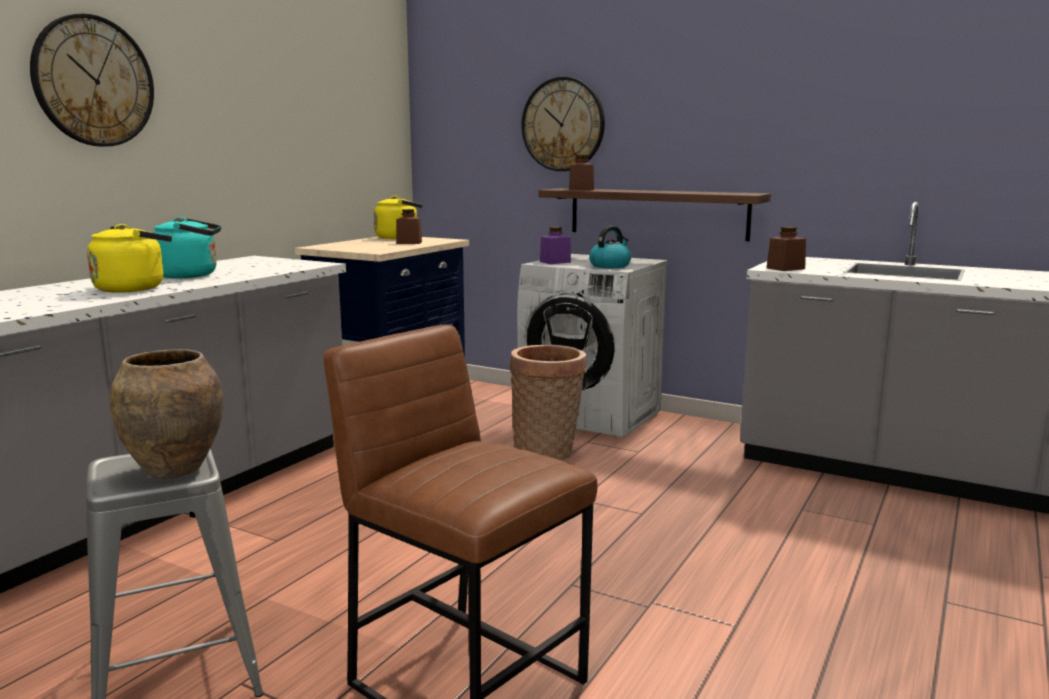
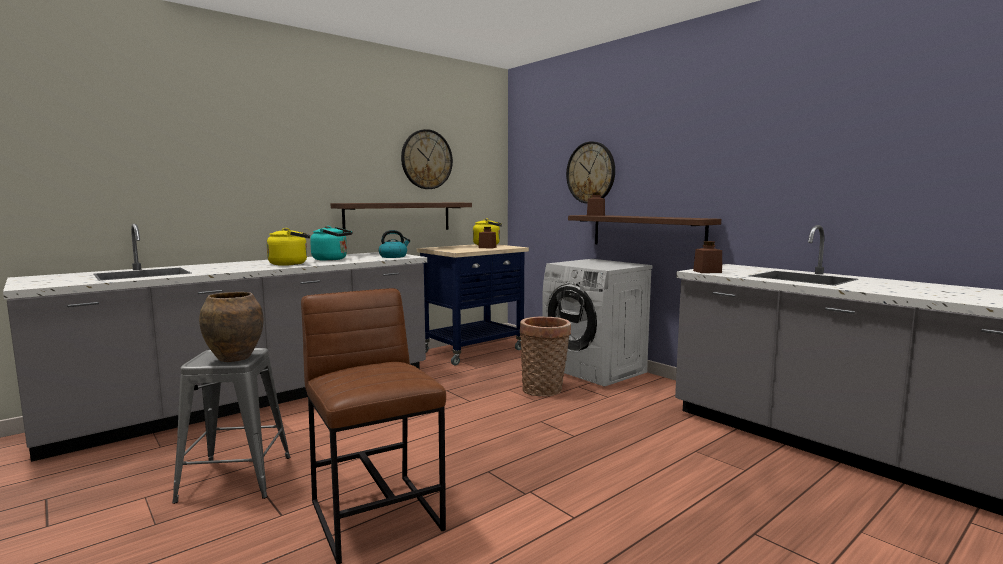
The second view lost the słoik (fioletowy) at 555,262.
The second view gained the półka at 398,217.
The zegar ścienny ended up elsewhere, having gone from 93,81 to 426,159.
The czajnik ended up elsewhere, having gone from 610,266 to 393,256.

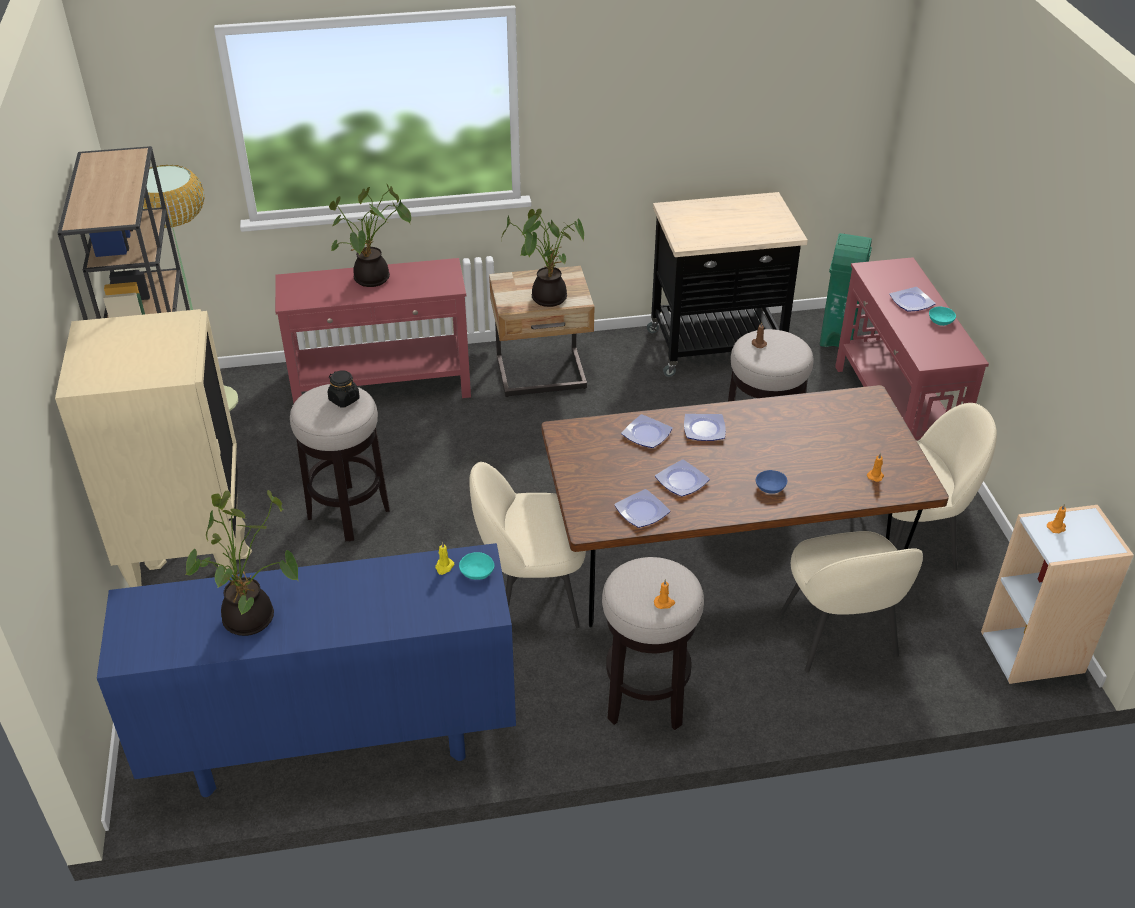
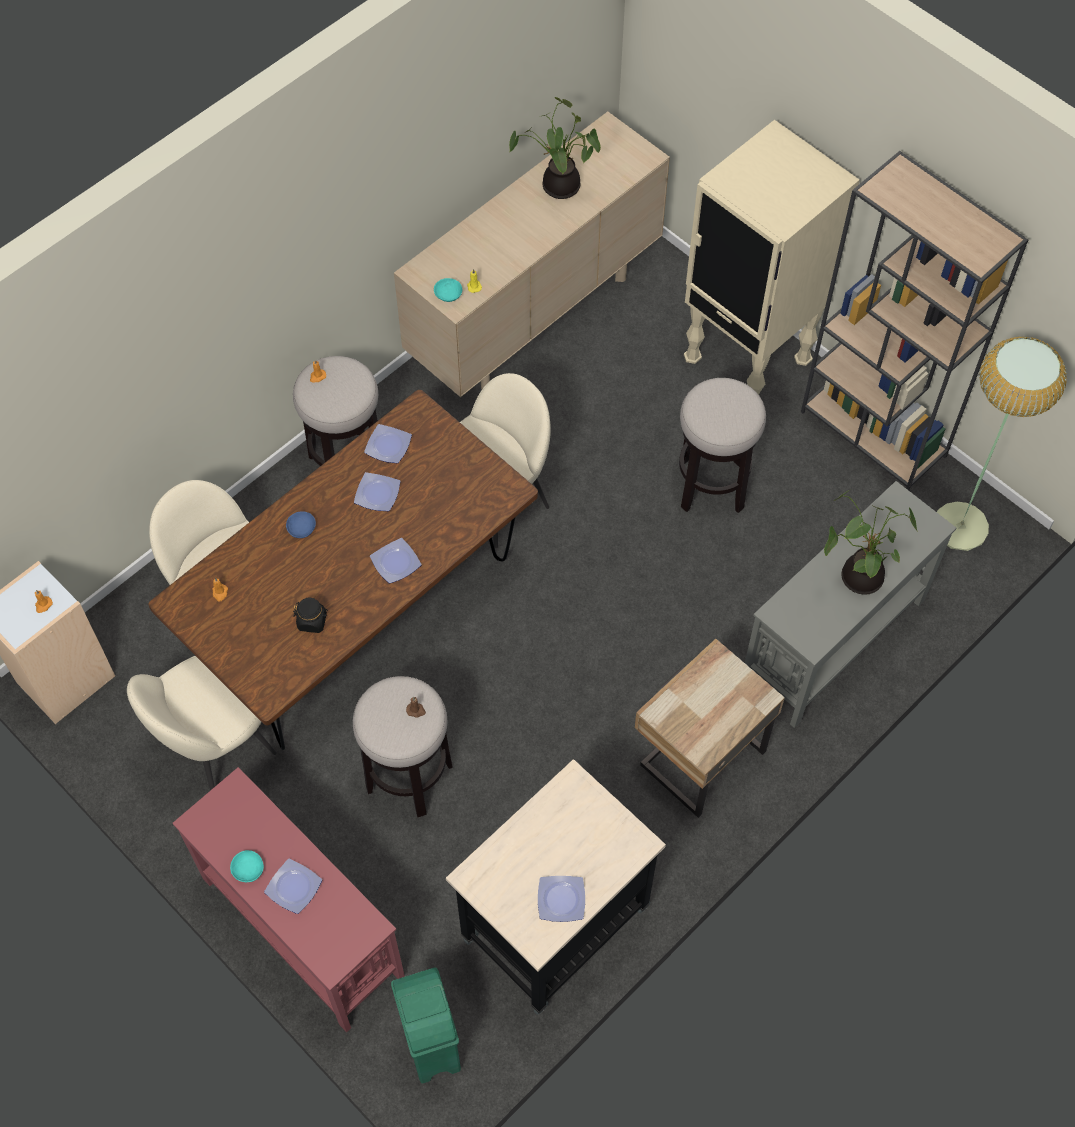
The second view lost the roślina doniczkowa at 547,297.
The słoik (czarny) ended up elsewhere, having gone from 344,399 to 312,621.
The talerz ended up elsewhere, having gone from 647,434 to 560,900.
What was the komoda (niebieski) at 333,742 turned into the komoda (beżowy) at 534,316.
What was the stolik konsolowy (czerwony) at 383,388 turned into the stolik konsolowy (szary) at 832,640.

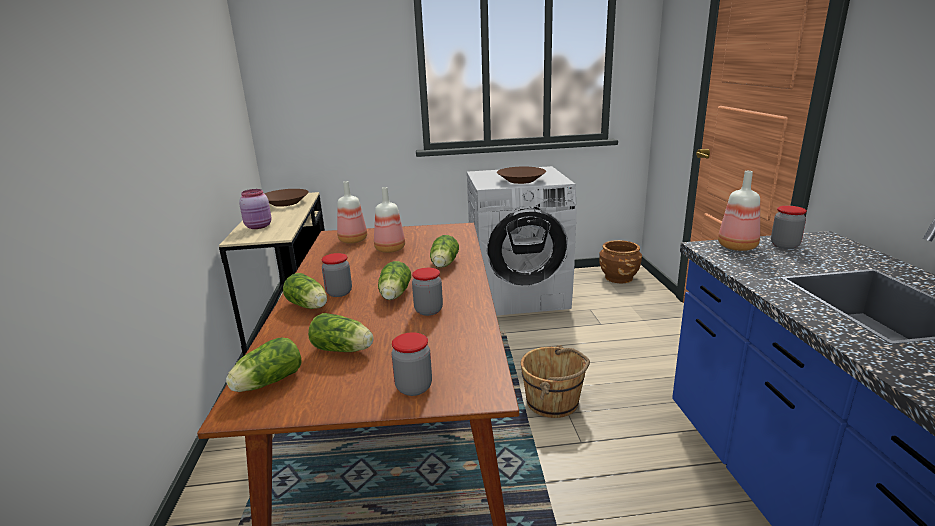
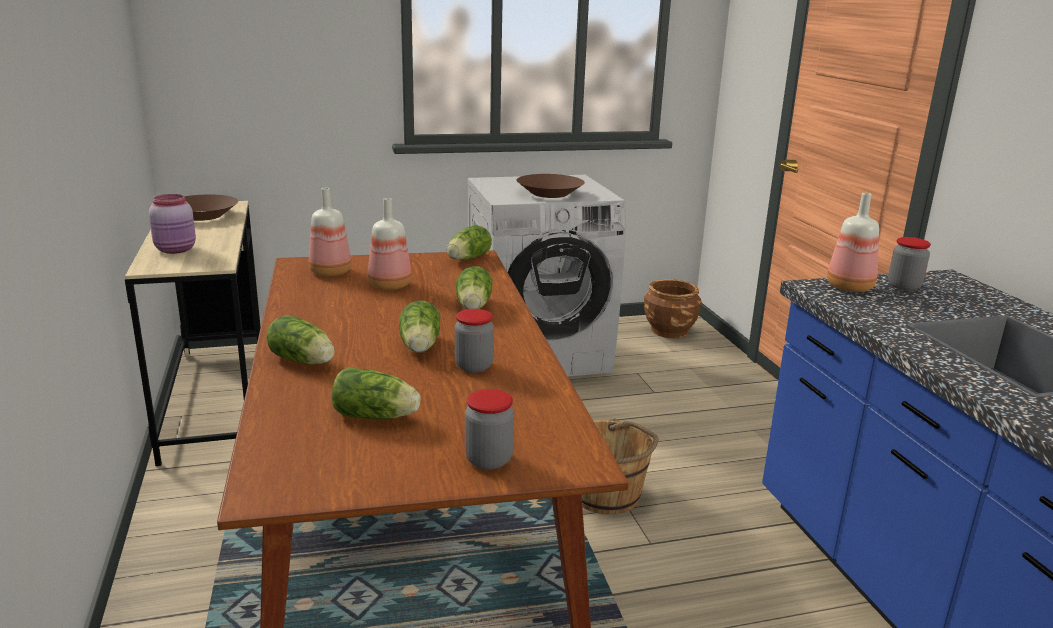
The second view lost the słoik at 339,292.
The sałata ended up elsewhere, having gone from 266,383 to 467,259.

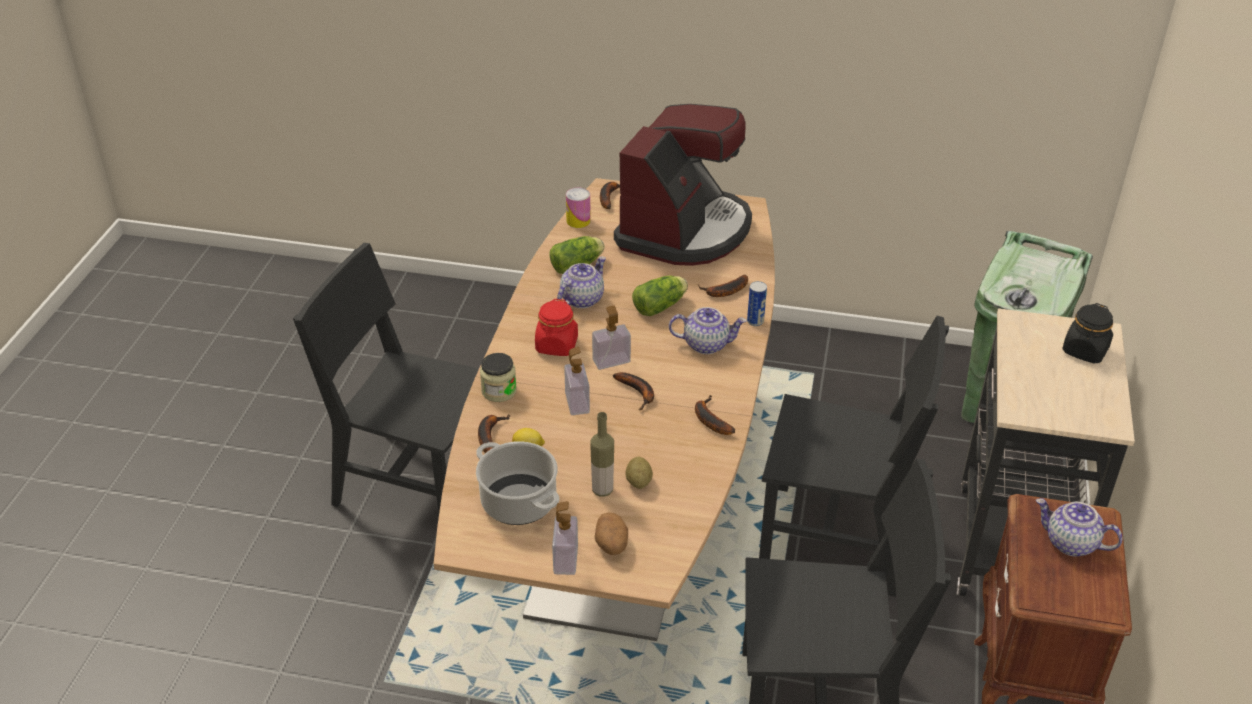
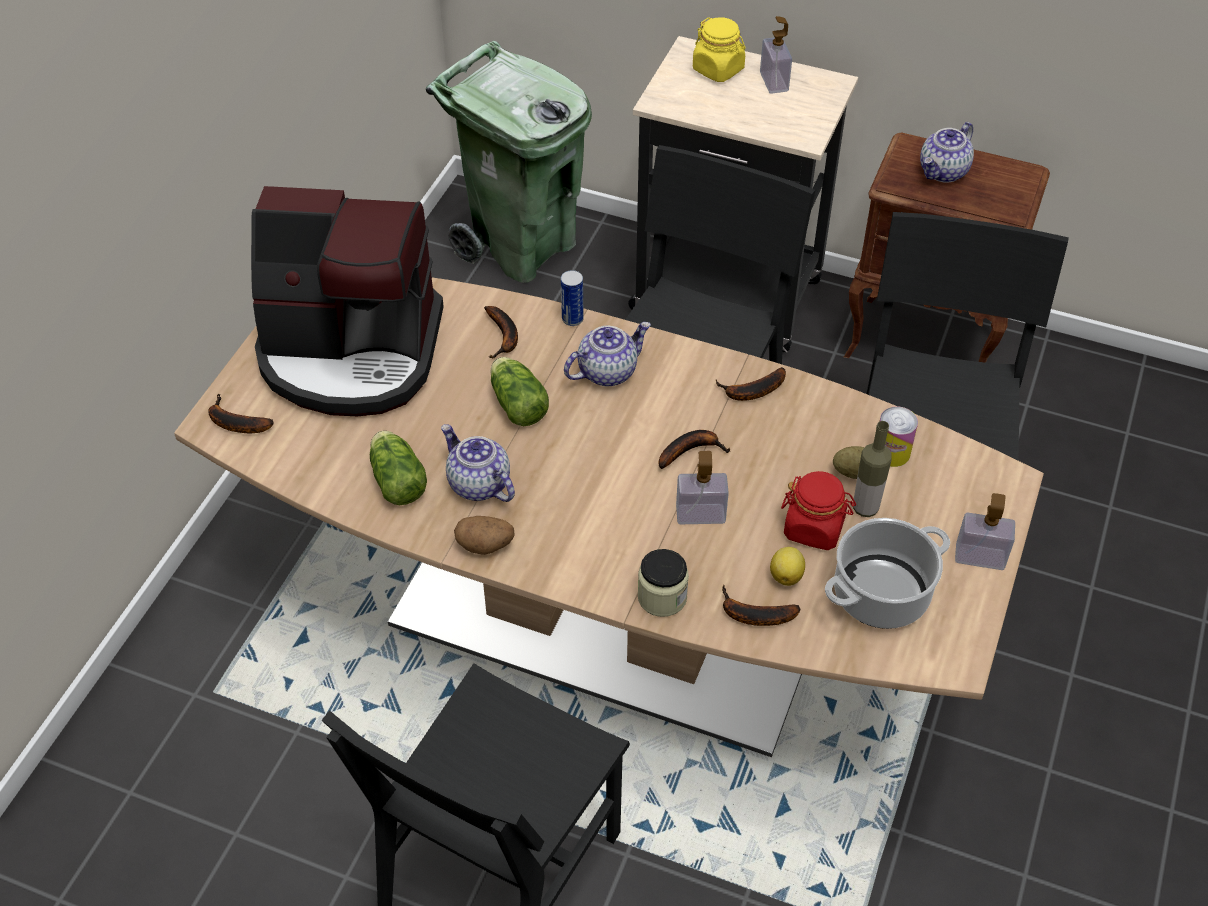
The słoik (czerwony) ended up elsewhere, having gone from 556,345 to 814,528.
The puszka ended up elsewhere, having gone from 578,221 to 891,452.
The dozownik mydła ended up elsewhere, having gone from 611,361 to 774,82.
The ziemniak ended up elsewhere, having gone from 611,545 to 485,545.
What was the słoik (czarny) at 1085,351 turned into the słoik (żółty) at 718,69.
The ekspres do kawy at 685,230 ended up facing another way, 150 degrees clockwise from before.
The imbryk at 706,344 ended up facing another way, 45 degrees clockwise from before.

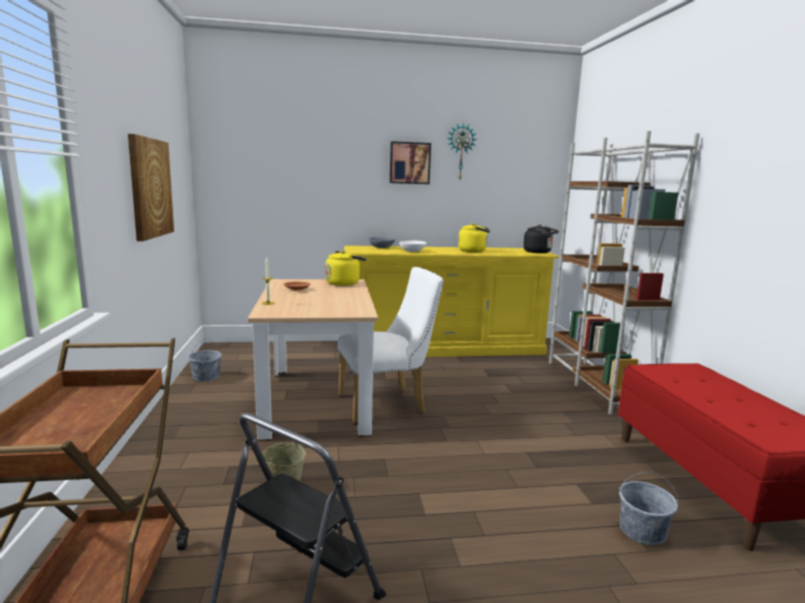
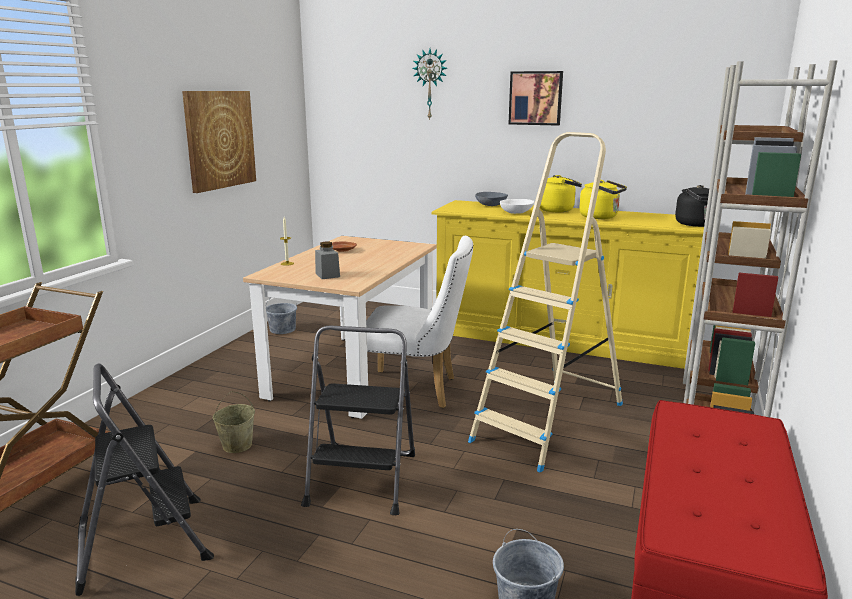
The second view gained the drabinka (czarny) at 364,476.
The second view gained the słoik (szary) at 327,275.
The second view gained the drabinka (beżowy) at 549,422.
The czajnik (żółty) ended up elsewhere, having gone from 344,283 to 558,210.
The zegar ścienny ended up elsewhere, having gone from 460,152 to 430,84.

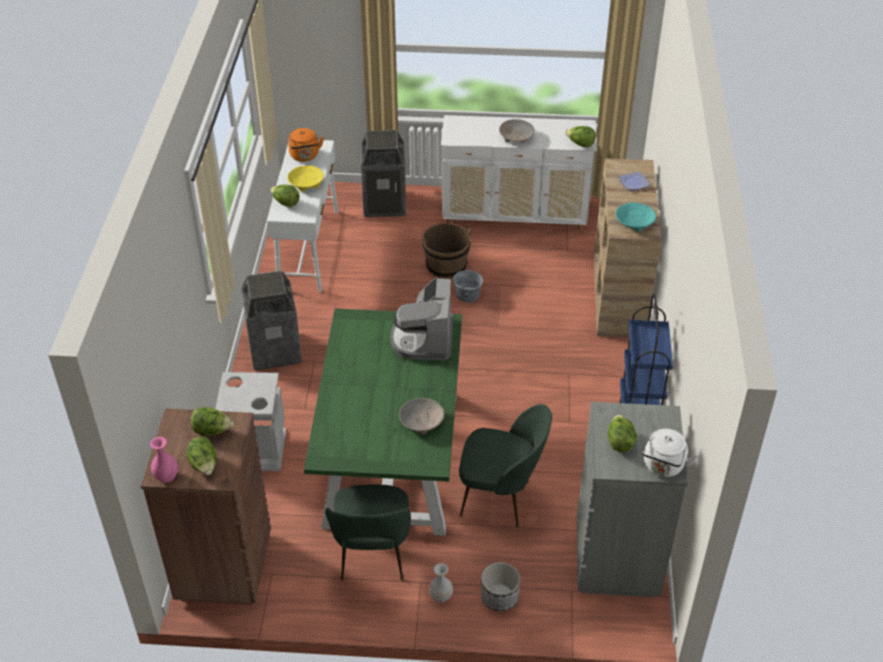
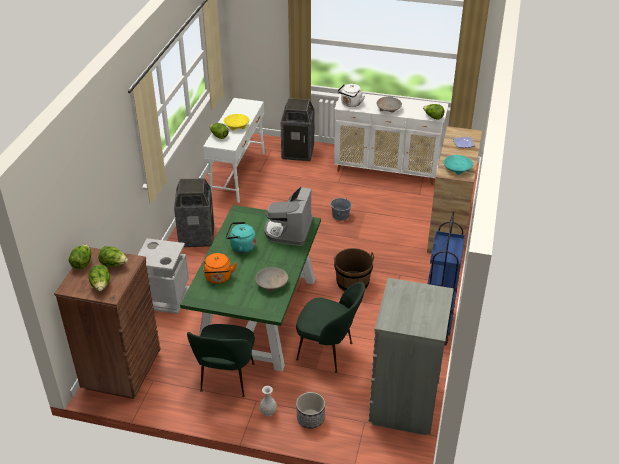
The second view lost the wazon (różowy) at 167,476.
The second view gained the czajnik (turkusowy) at 241,247.
The czajnik (pomarańczowy) ended up elsewhere, having gone from 305,156 to 218,278.
The wiadro (brązowy) ended up elsewhere, having gone from 446,266 to 352,282.
The sałata ended up elsewhere, having gone from 619,442 to 82,263.
The czajnik (biały) ended up elsewhere, having gone from 663,467 to 350,104.

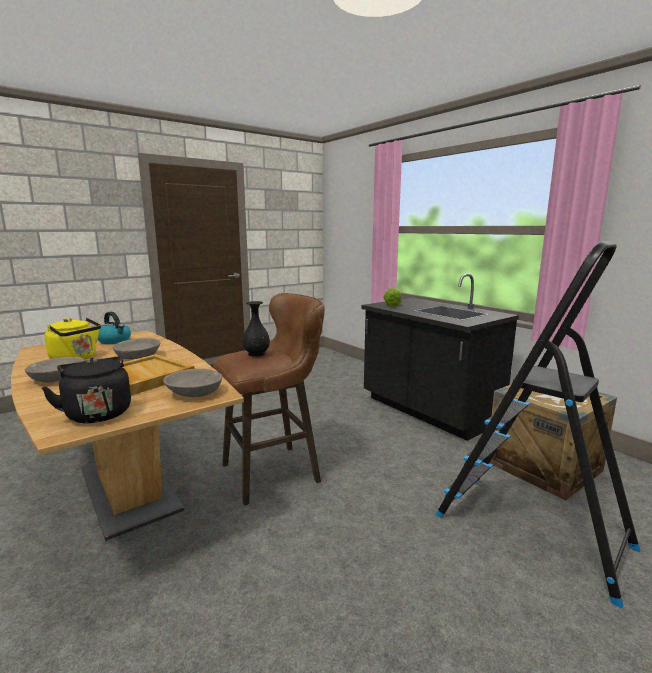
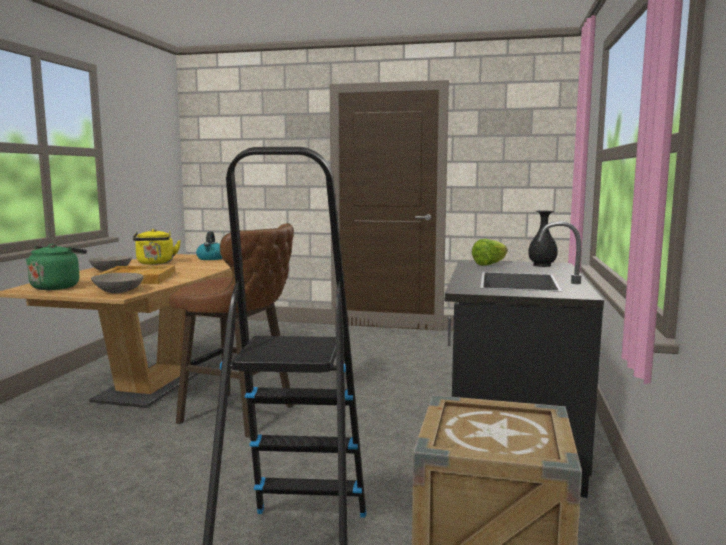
The second view lost the miska (szary) at 138,356.
The wazon (czarny) ended up elsewhere, having gone from 257,354 to 542,265.
What was the czajnik (czarny) at 97,413 turned into the czajnik (zielony) at 57,287.

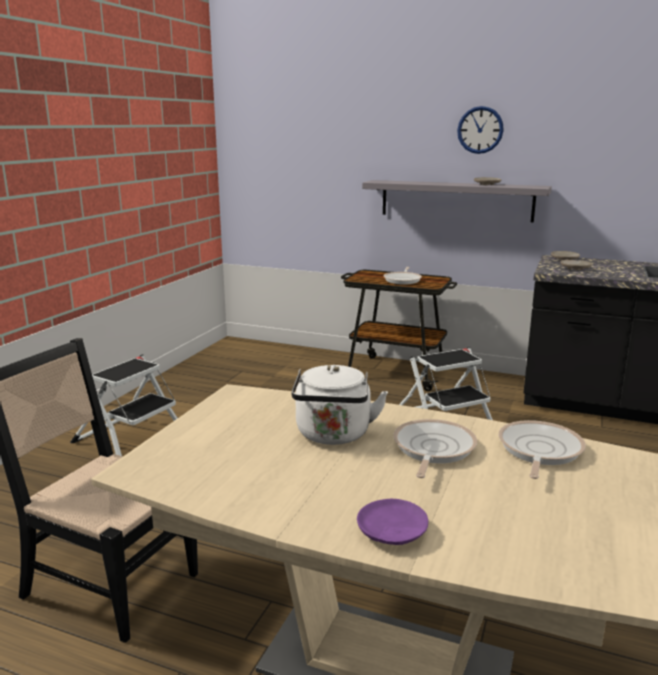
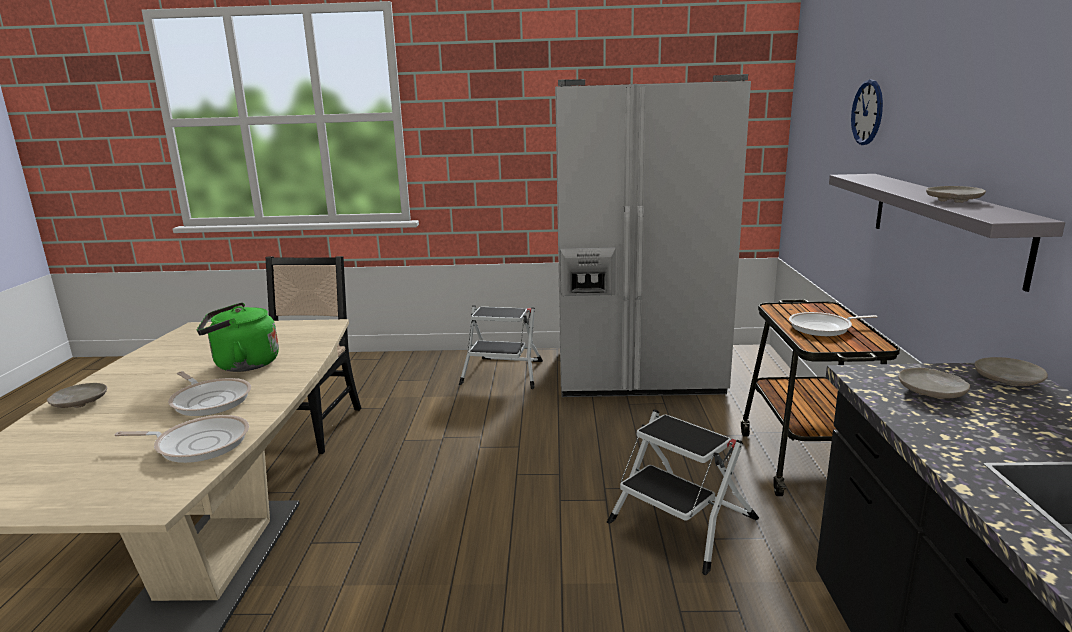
The second view gained the lodówka (biały) at 637,373.
The zegar ścienny ended up elsewhere, having gone from 480,130 to 867,112.
What was the czajnik (biały) at 333,435 turned into the czajnik (zielony) at 242,365.
What was the talerz (fioletowy) at 391,532 turned into the talerz (beżowy) at 79,403.
The patelnia at 432,449 ended up facing another way, 45 degrees clockwise from before.

